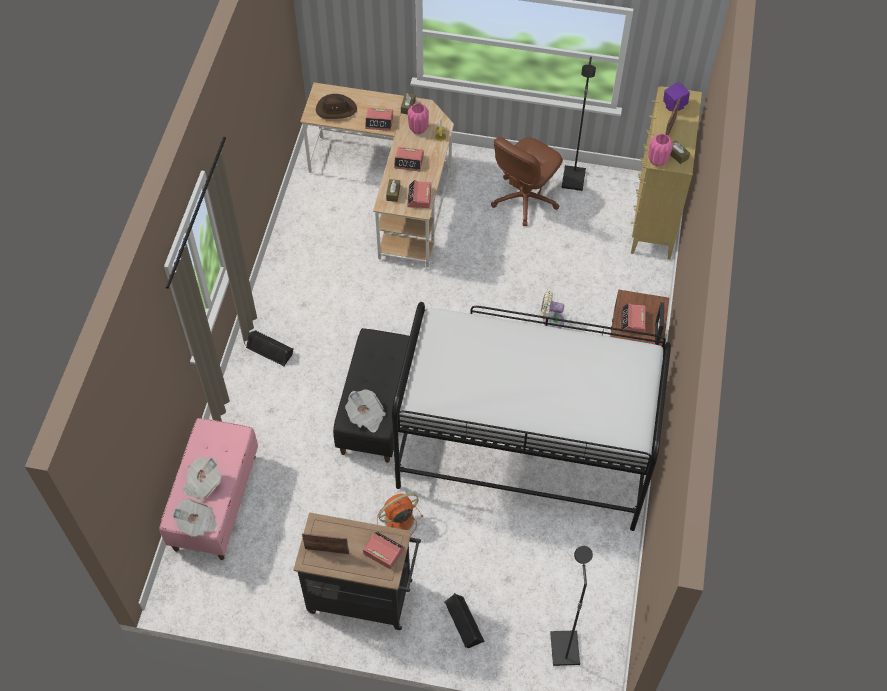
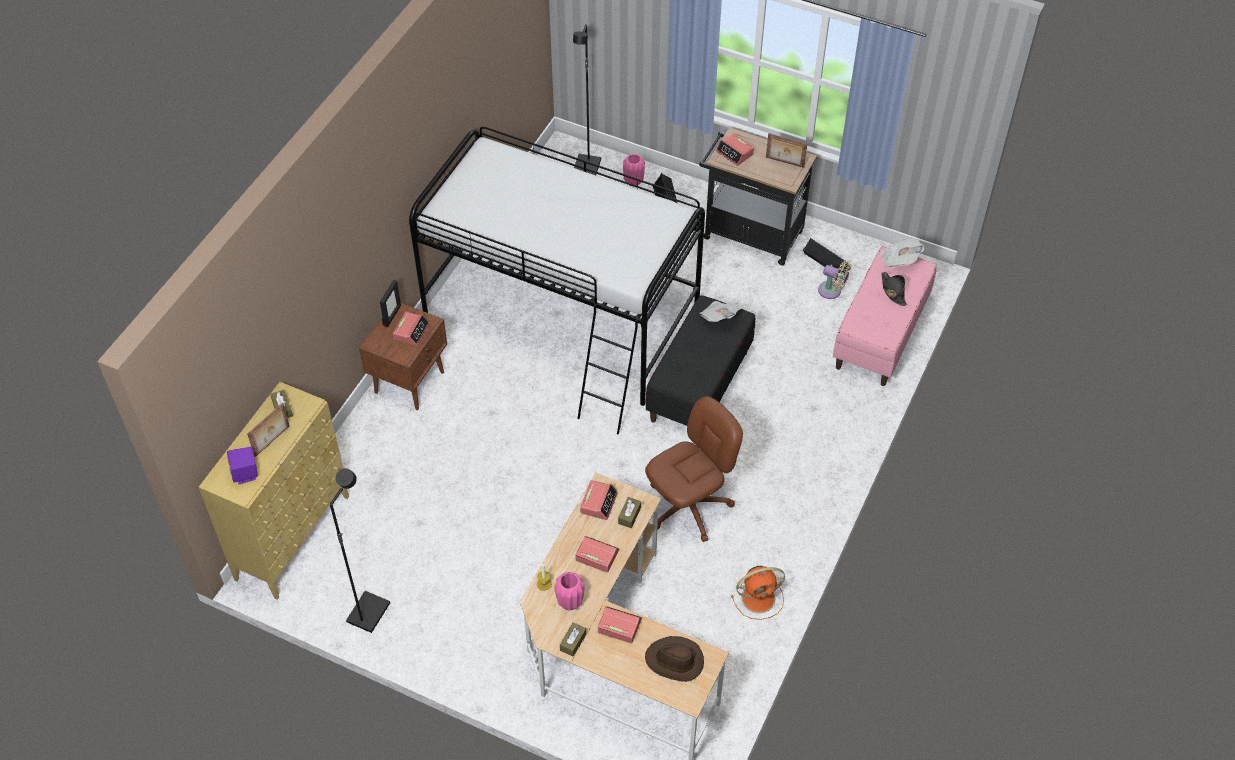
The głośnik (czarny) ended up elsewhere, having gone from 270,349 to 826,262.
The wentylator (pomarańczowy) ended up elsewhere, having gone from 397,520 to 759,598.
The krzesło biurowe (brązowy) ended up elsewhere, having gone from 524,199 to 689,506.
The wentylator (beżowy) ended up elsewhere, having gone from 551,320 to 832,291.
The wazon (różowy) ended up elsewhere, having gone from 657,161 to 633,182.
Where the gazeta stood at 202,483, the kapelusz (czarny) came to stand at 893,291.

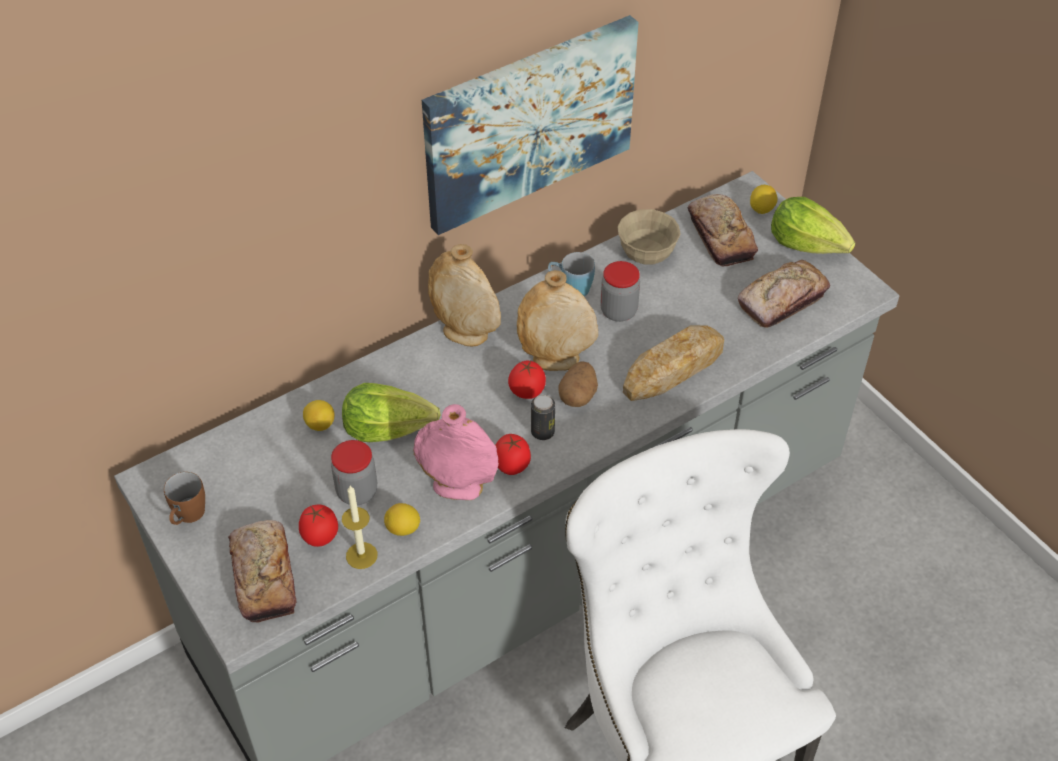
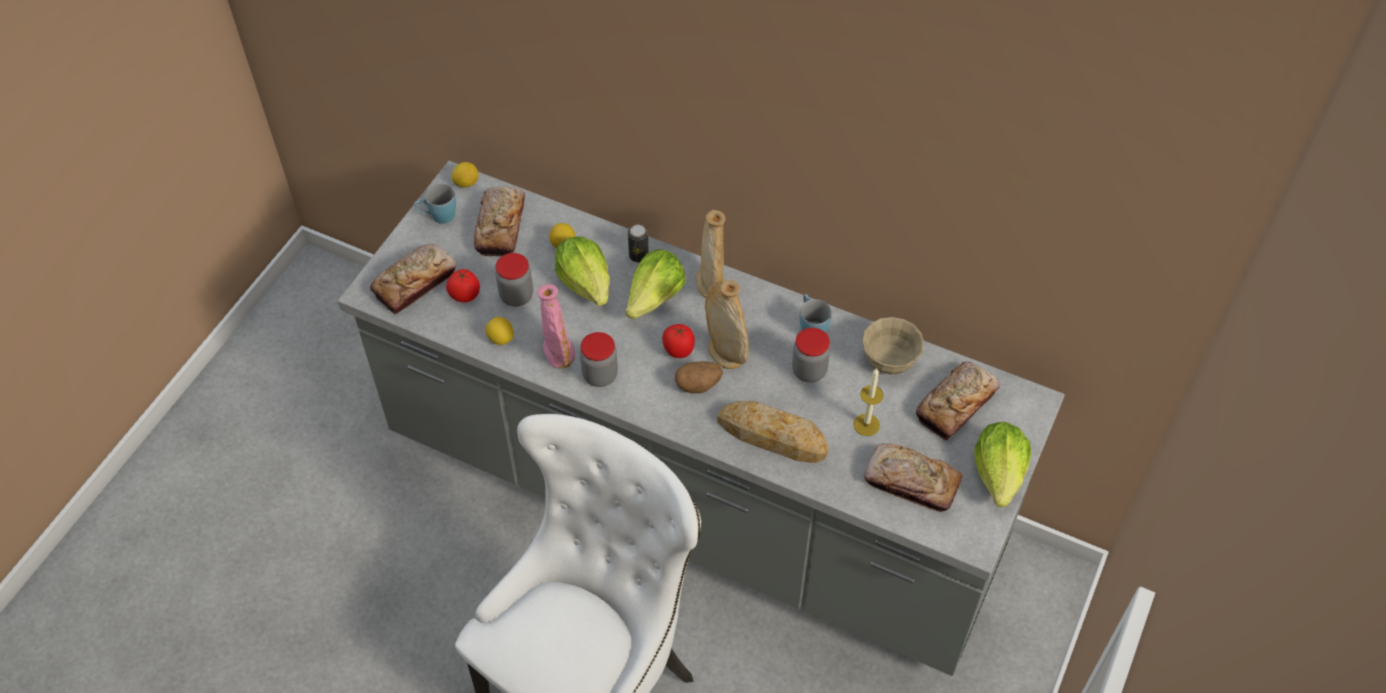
The second view lost the obraz at 529,122.
The second view gained the chleb at 500,227.
The second view gained the sałata at 655,298.
The świeca ended up elsewhere, having gone from 361,555 to 866,424.
The puszka ended up elsewhere, having gone from 542,432 to 638,255.
The cytryna ended up elsewhere, having gone from 761,209 to 466,183.
Where the pomidor stood at 512,465, the słoik came to stand at 600,375.
What was the kubek (brązowy) at 188,517 turned into the kubek (niebieski) at 438,217.

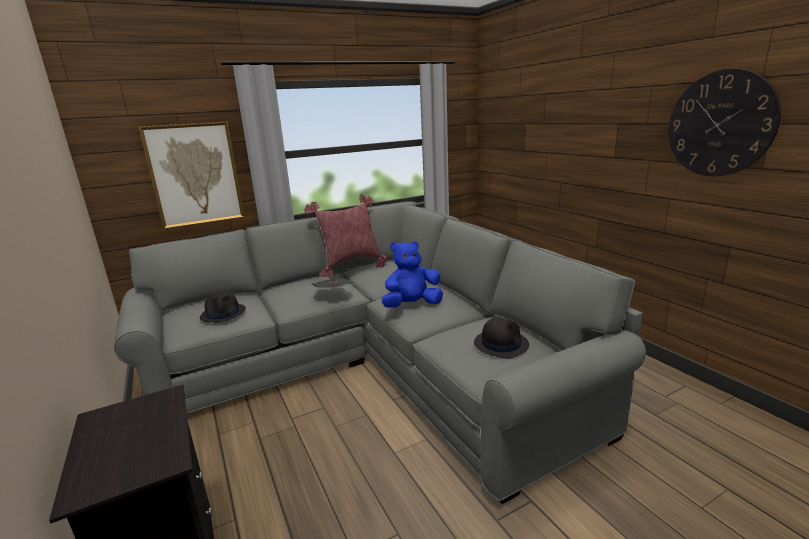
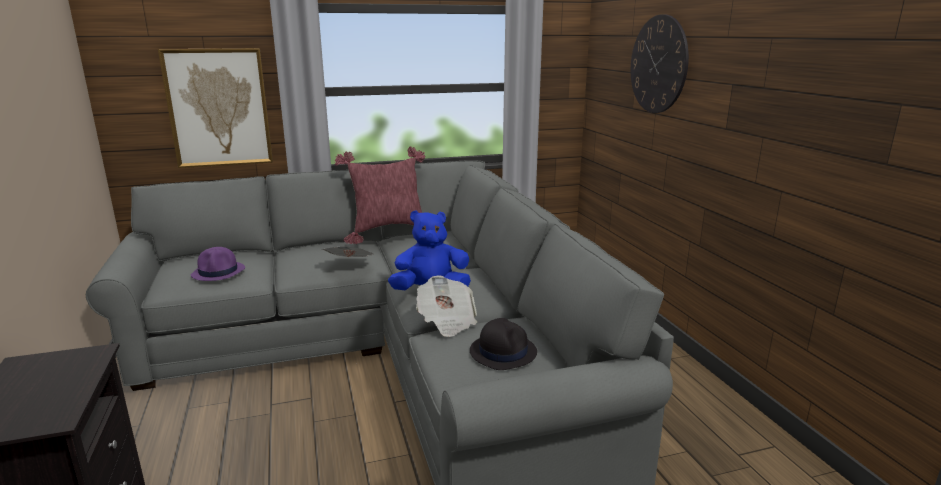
The second view gained the gazeta at 447,321.
The zegar ścienny ended up elsewhere, having gone from 719,124 to 658,64.
What was the kapelusz (czarny) at 223,313 turned into the kapelusz (fioletowy) at 219,272.

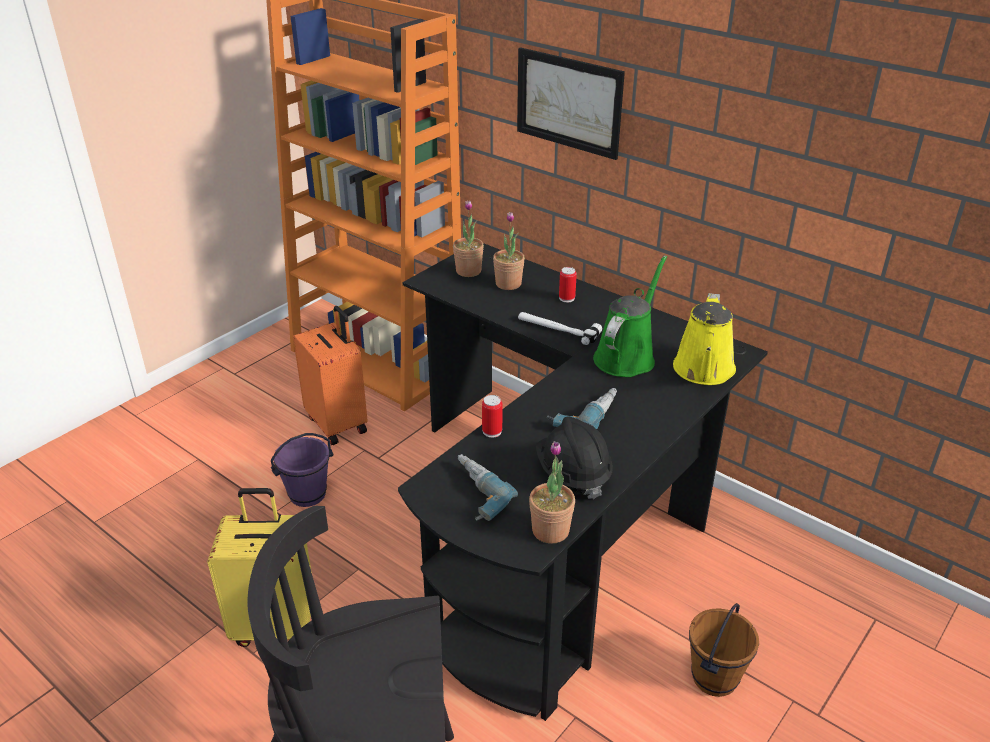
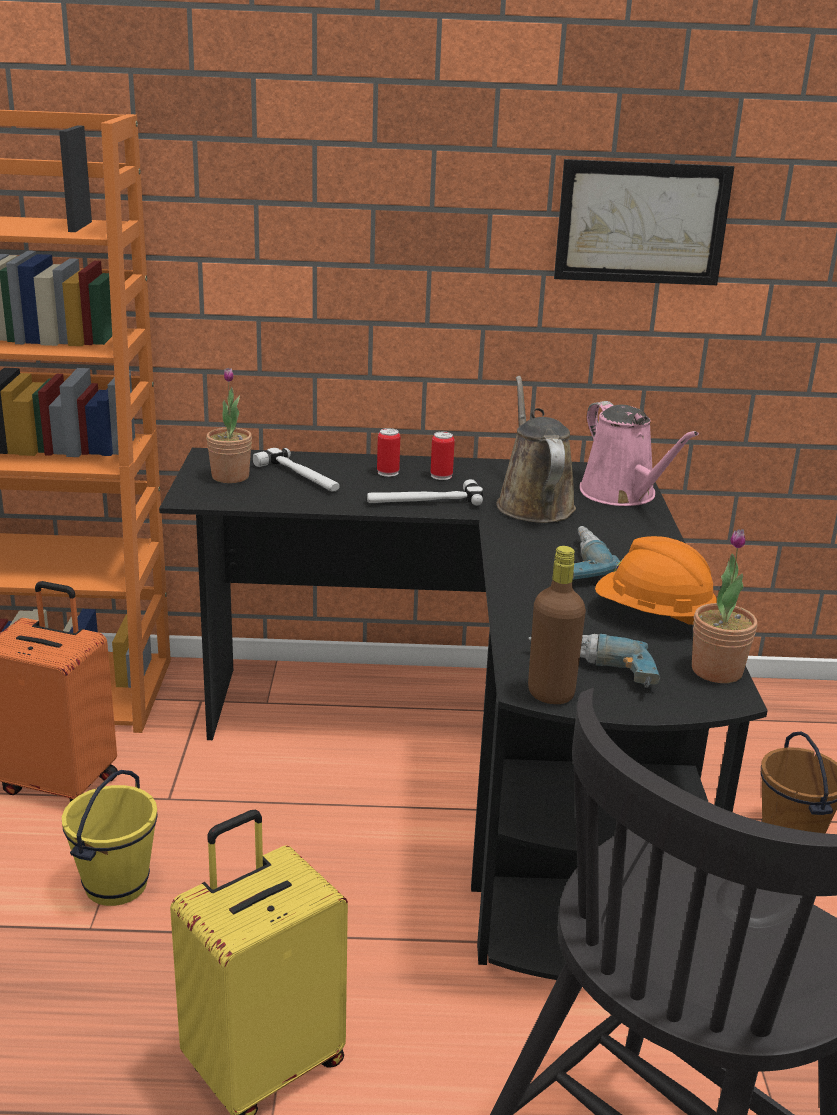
The second view gained the butelka (brązowy) at 550,694.
The puszka ended up elsewhere, having gone from 492,431 to 441,476.
The obraz ended up elsewhere, having gone from 568,102 to 641,223.
Where the roślina doniczkowa stood at 508,284, the młotek came to stand at 299,476.
What was the wiadro (fioletowy) at 307,494 turned into the wiadro (żółty) at 115,885.
What was the kask (czarny) at 573,473 turned into the kask (pomarańczowy) at 652,615.
What was the konewka (zielony) at 626,356 turned into the konewka (brązowy) at 533,503.
What was the konewka (żółty) at 703,371 turned into the konewka (różowy) at 622,494.

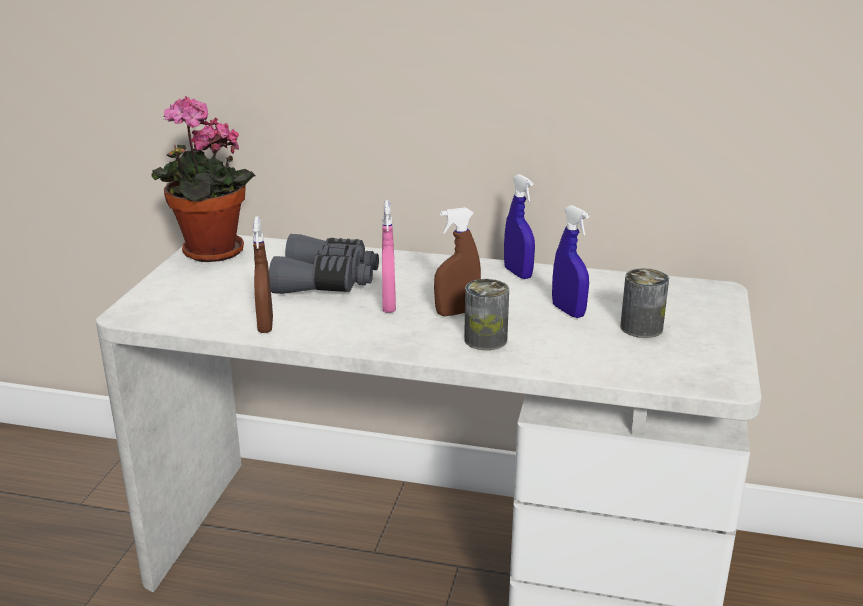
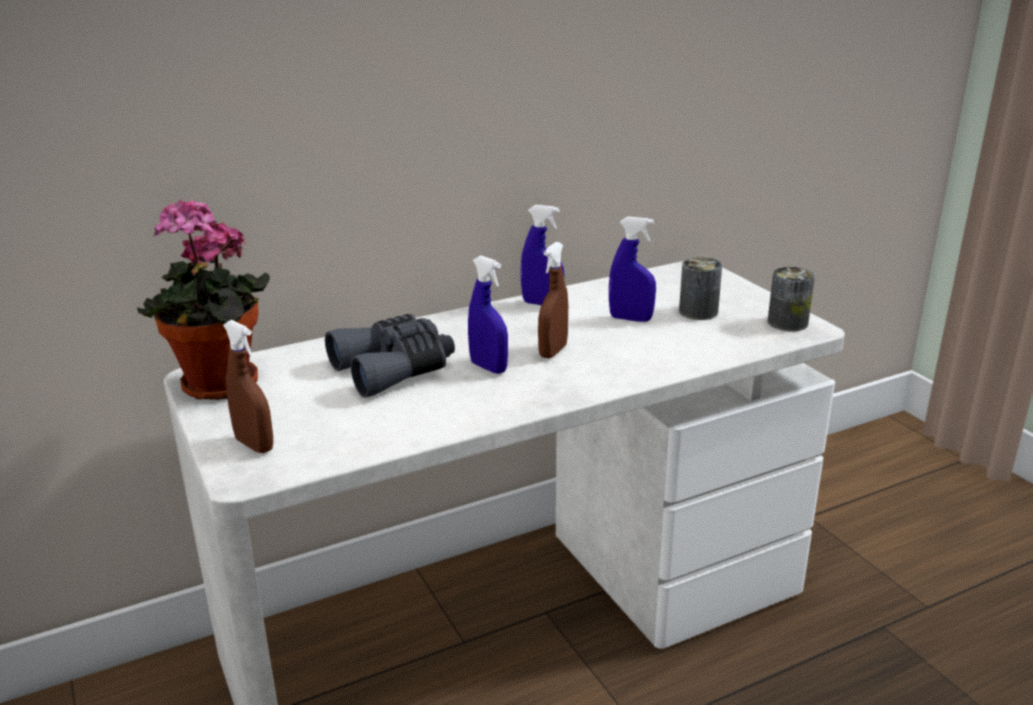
The spryskiwacz (brązowy) ended up elsewhere, having gone from 265,325 to 254,445.
The puszka ended up elsewhere, having gone from 485,339 to 787,322.
What was the spryskiwacz (różowy) at 389,305 turned into the spryskiwacz (niebieski) at 488,367.

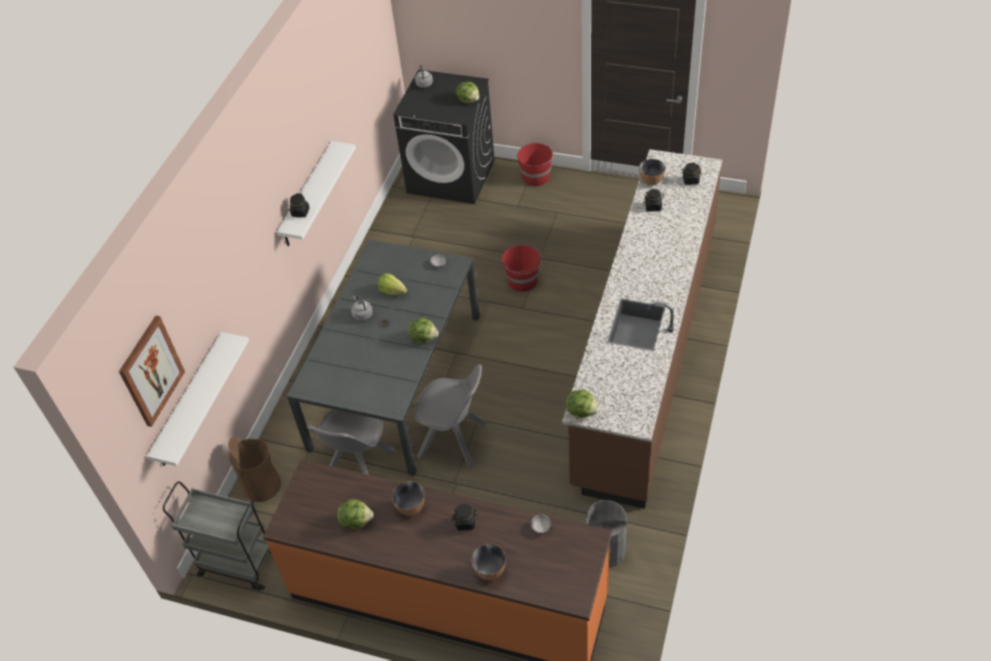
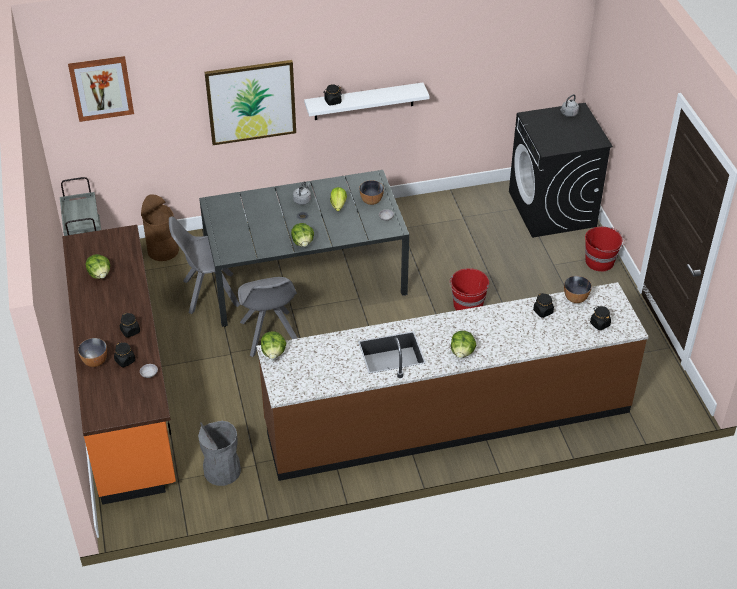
The second view lost the półka (biały) at 190,401.
The second view gained the słoik (czarny) at 125,361.
The second view gained the obraz at 251,102.
The miska ended up elsewhere, having gone from 410,507 to 371,201.
The sałata ended up elsewhere, having gone from 469,100 to 462,352.

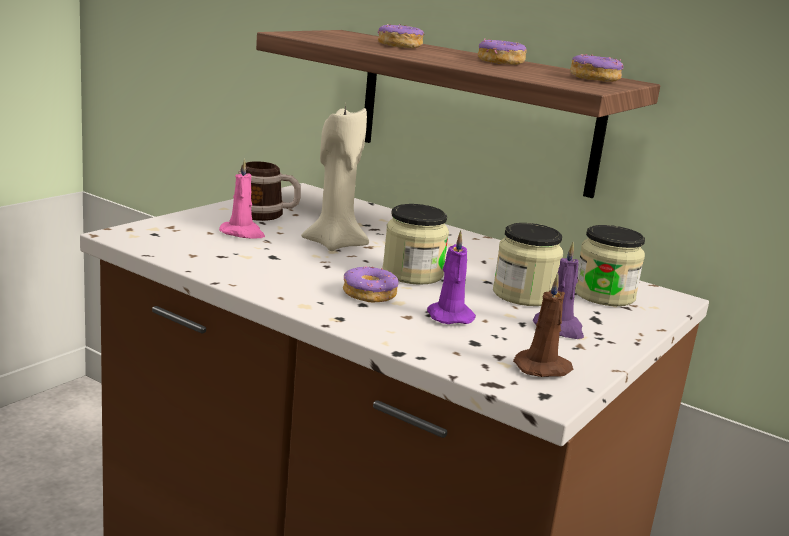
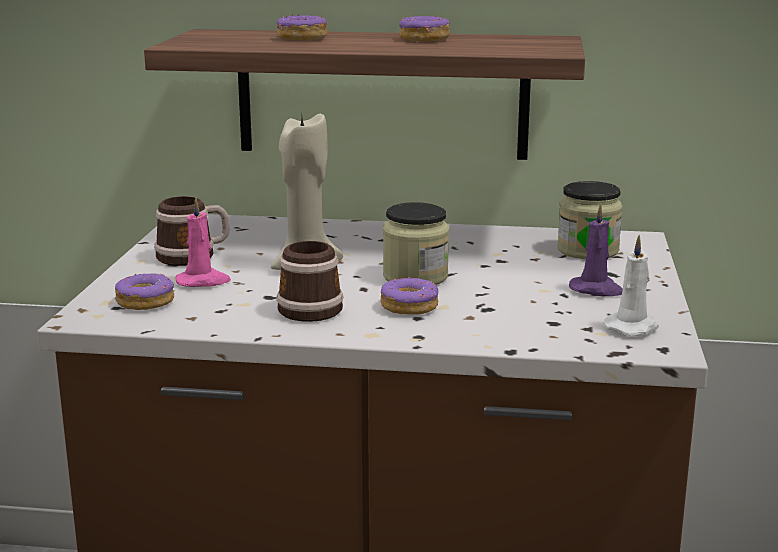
The second view lost the świeca (fioletowy) at 448,316.
The second view lost the słoik at 523,295.
The second view gained the kubek at 310,307.
The donut ended up elsewhere, having gone from 594,78 to 145,302.
What was the świeca (brązowy) at 543,368 turned into the świeca (biały) at 633,327.

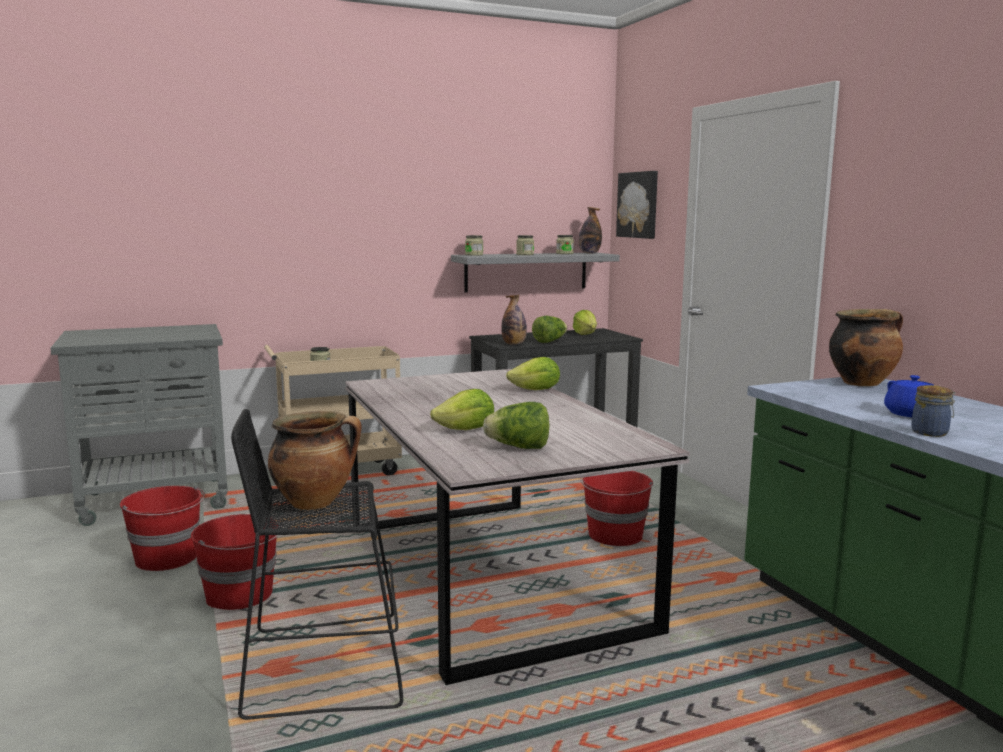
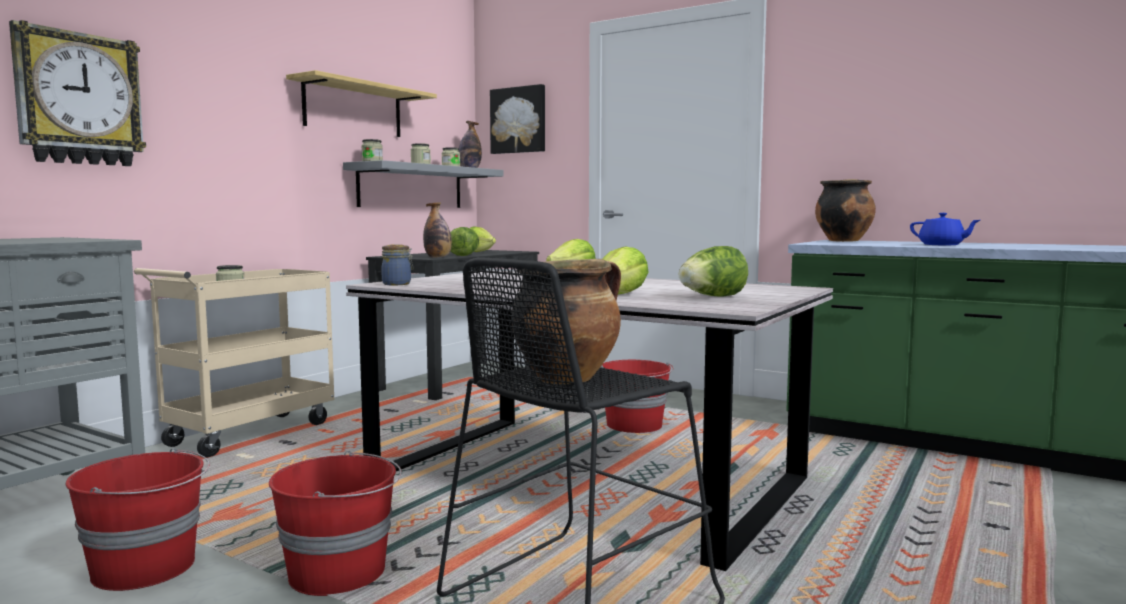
The second view gained the zegar ścienny at 78,99.
The second view gained the półka at 353,109.
The słoik ended up elsewhere, having gone from 931,432 to 398,284.

